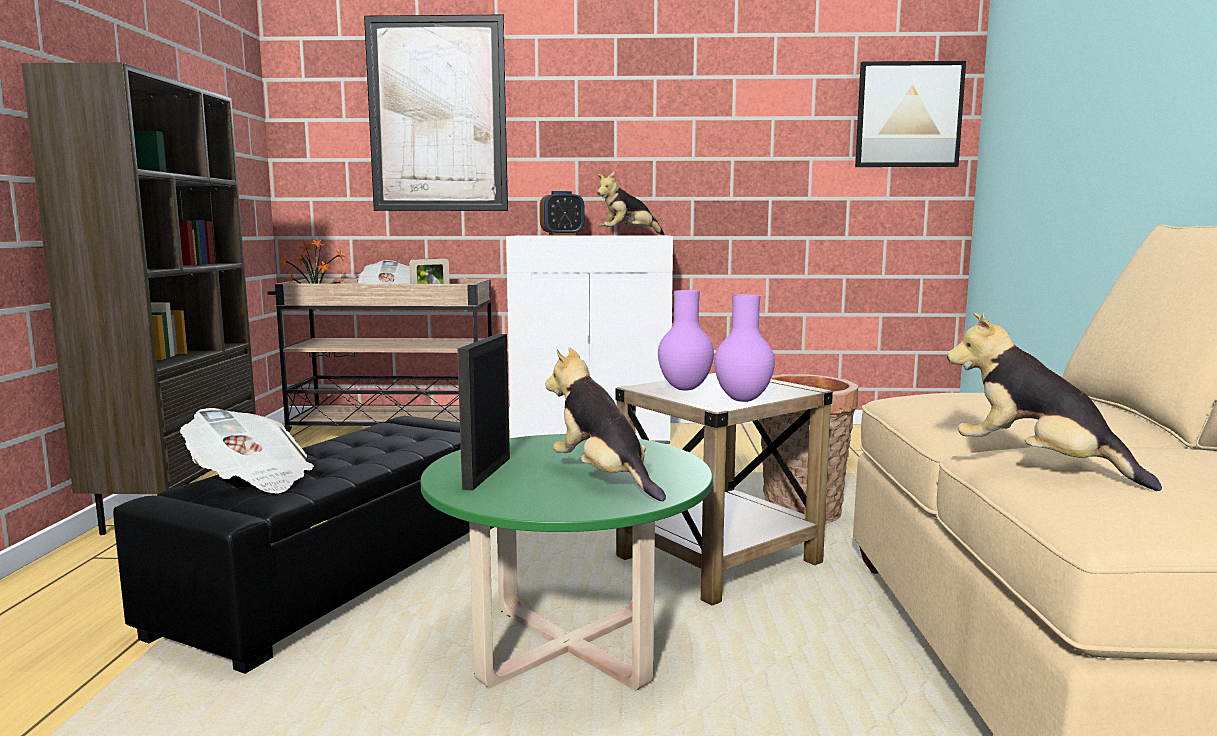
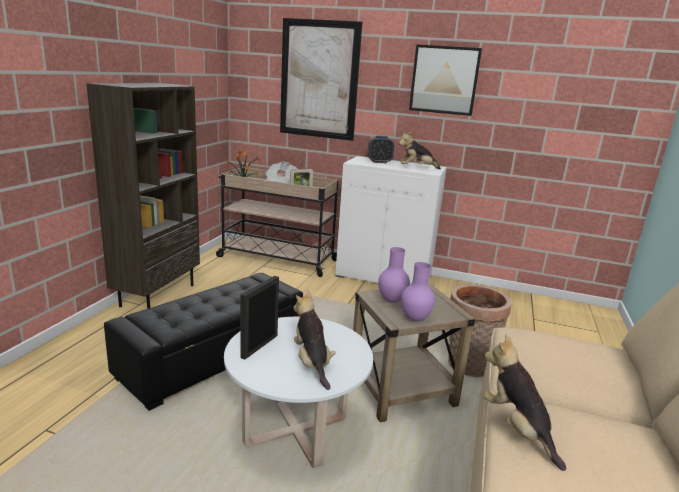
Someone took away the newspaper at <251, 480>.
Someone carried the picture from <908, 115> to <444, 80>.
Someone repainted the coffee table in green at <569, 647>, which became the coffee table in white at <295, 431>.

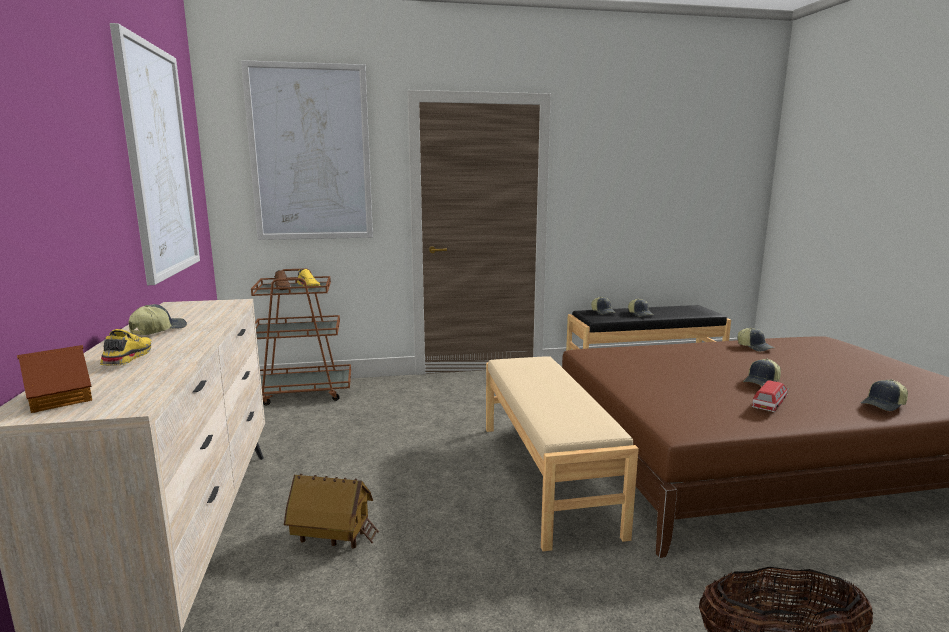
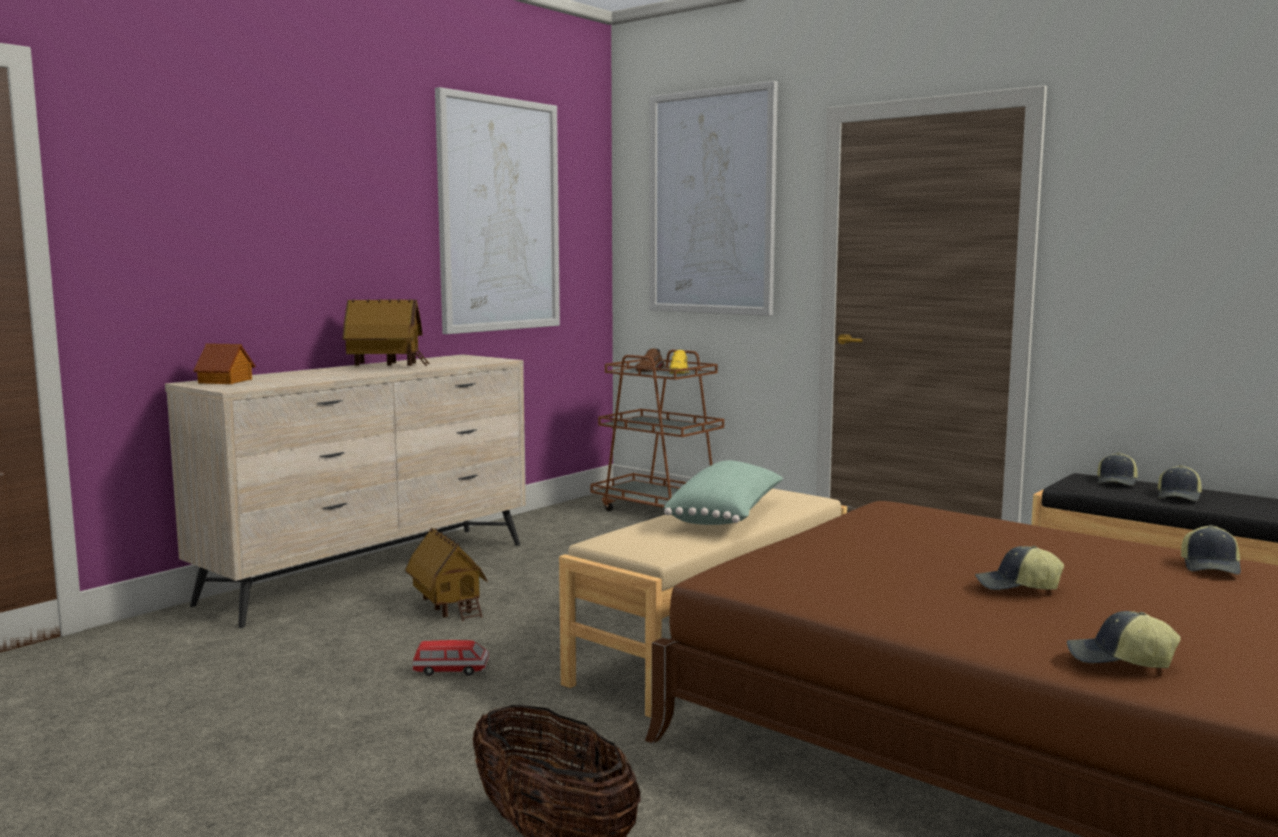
Someone took away the shoe in yellow at <126, 358>.
Someone put down the pillow in green at <728, 516>.
Someone carried the toy car from <769, 405> to <451, 671>.
Someone swapped the cap at <158, 330> for the toy house at <385, 366>.

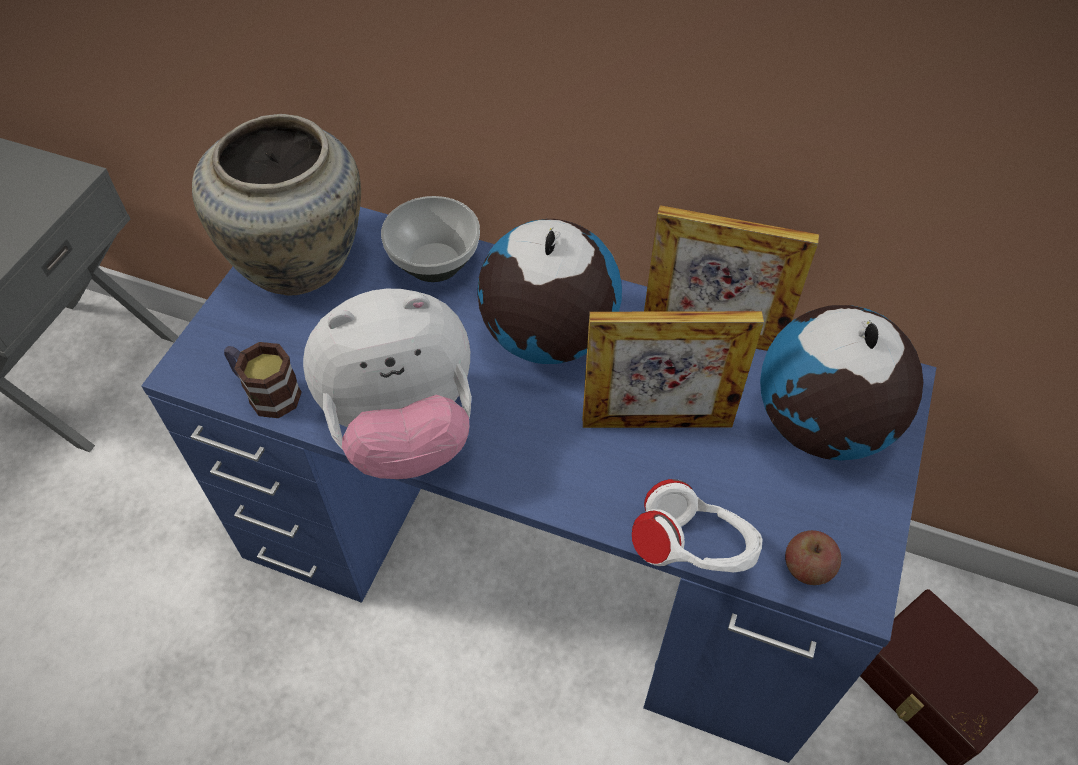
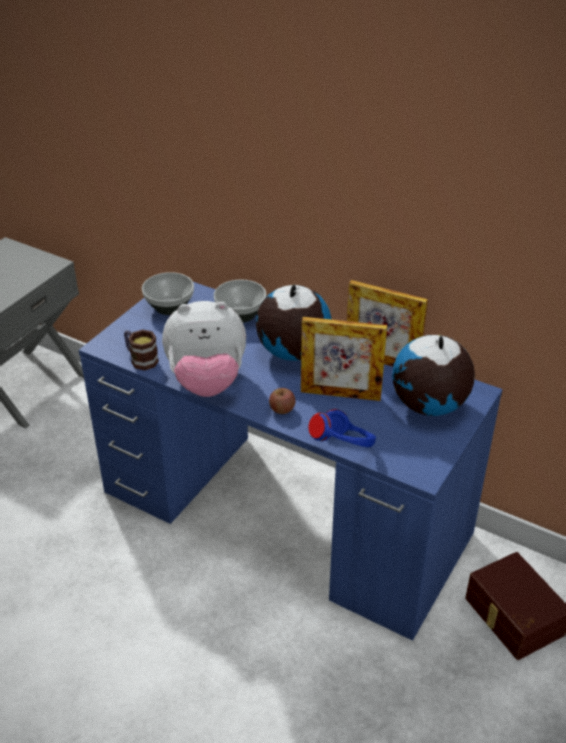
Someone carried the apple from <807, 567> to <282, 409>.
Someone swapped the vase in beige at <302, 263> for the bowl at <170, 307>.
Someone repainted the headphones in white at <693, 551>, which became the headphones in blue at <343, 448>.

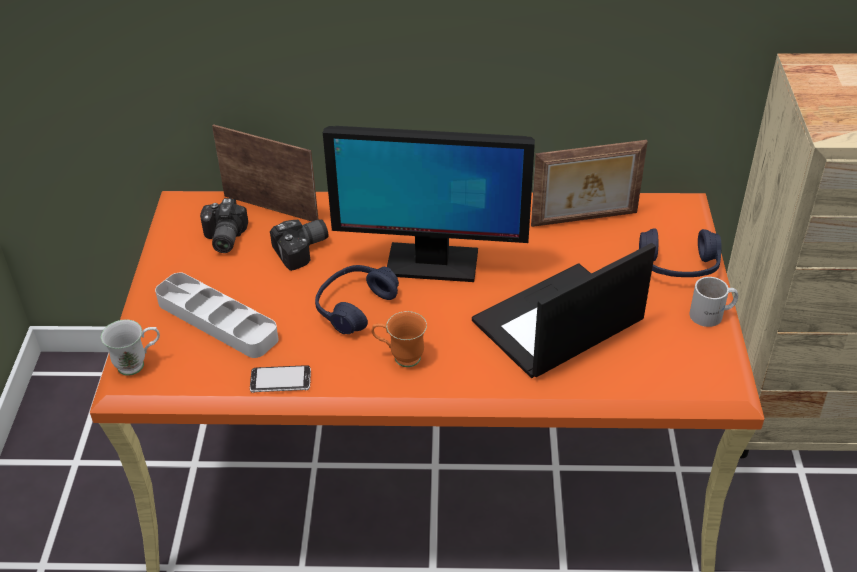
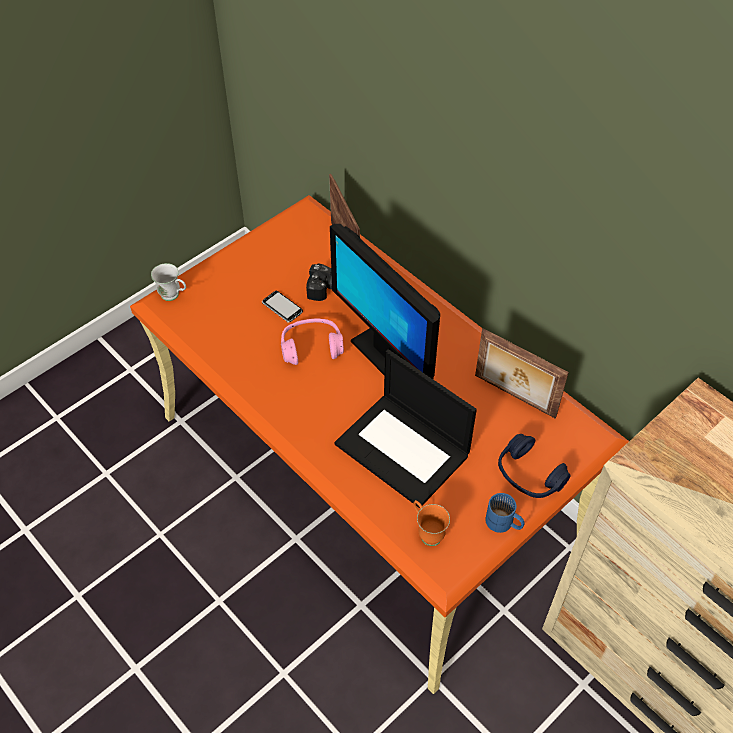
Someone took away the tray in grey at <217, 320>.
Someone took away the photo camera at <222, 238>.
Someone carried the phone from <280, 381> to <282, 307>.
Someone carried the mug in orange from <400, 357> to <427, 532>.
Someone repainted the headphones in blue at <355, 306>, which became the headphones in pink at <311, 347>.
Someone repainted the mug in white at <712, 315>, which became the mug in blue at <503, 524>.
Someone rotated the laptop at <557, 323> by 150 degrees counterclockwise.

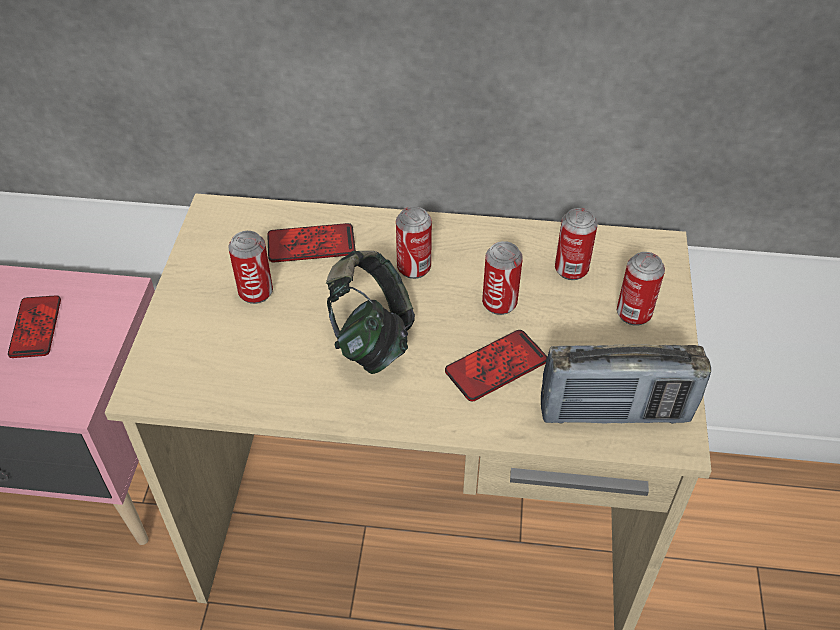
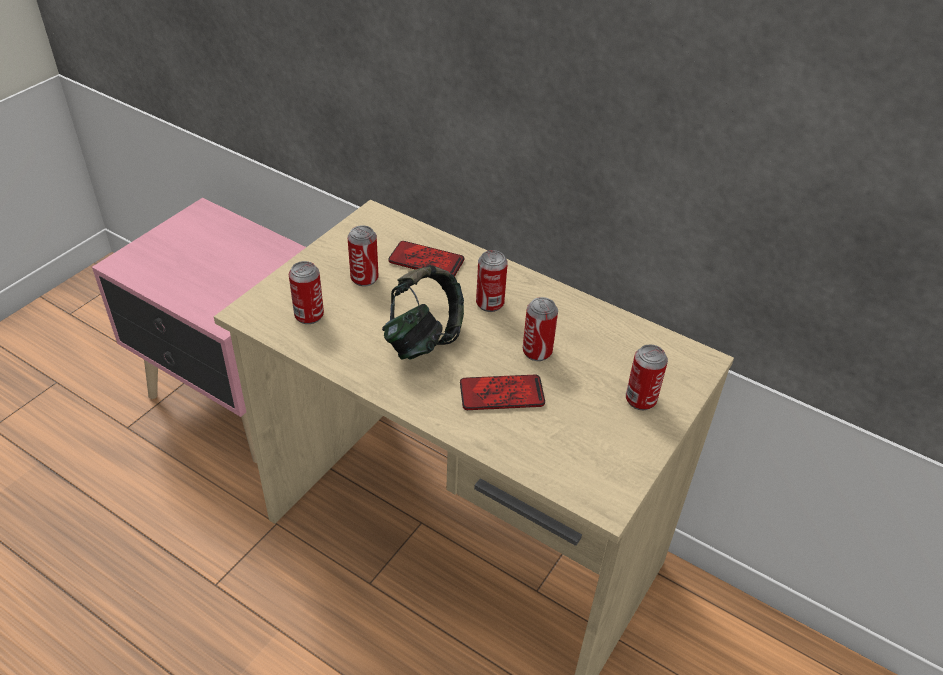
Someone took away the phone at <35, 327>.
Someone took away the radio at <614, 412>.
Someone carried the can from <571, 269> to <309, 315>.

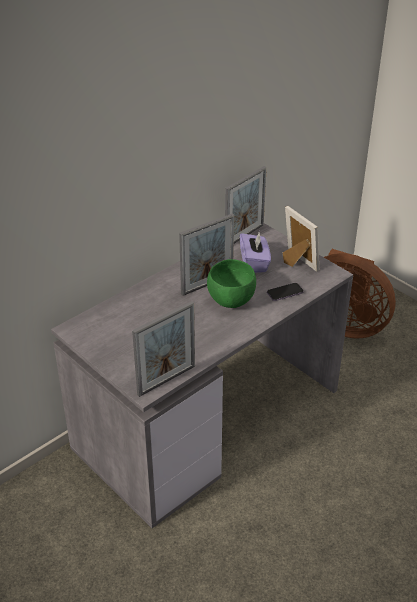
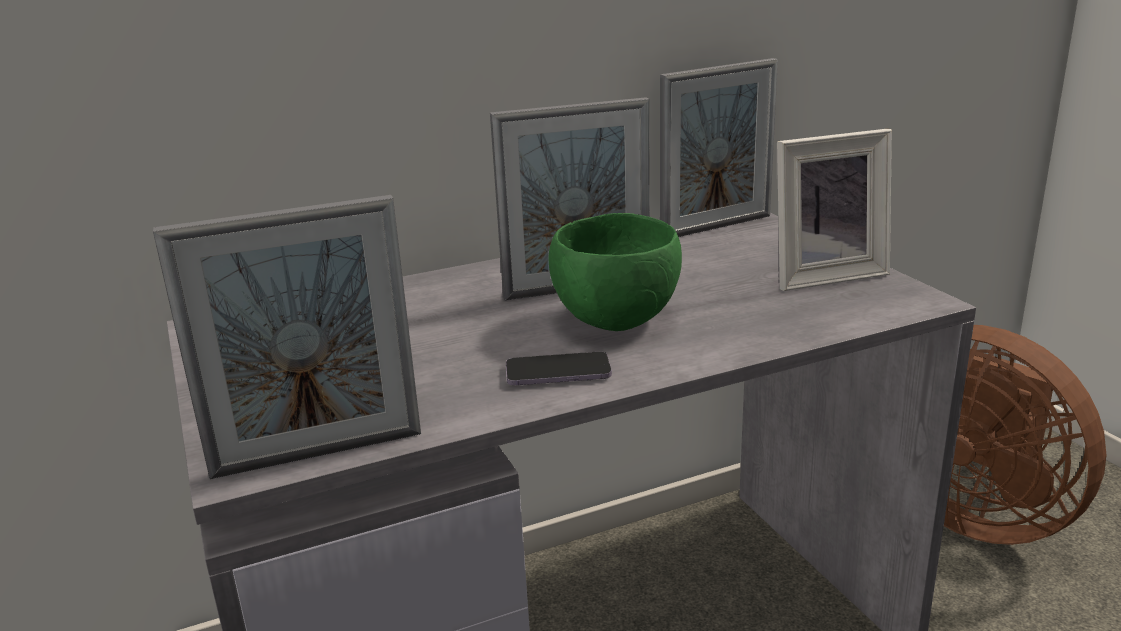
Someone took away the tissue box in purple at <254, 263>.
Someone carried the phone from <285, 293> to <558, 373>.
Someone rotated the picture frame at <296, 263> by 90 degrees clockwise.

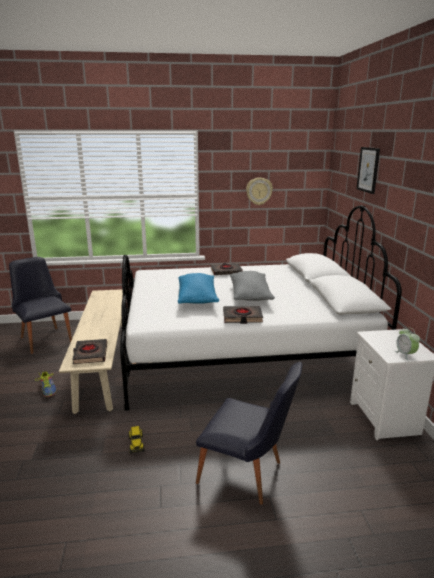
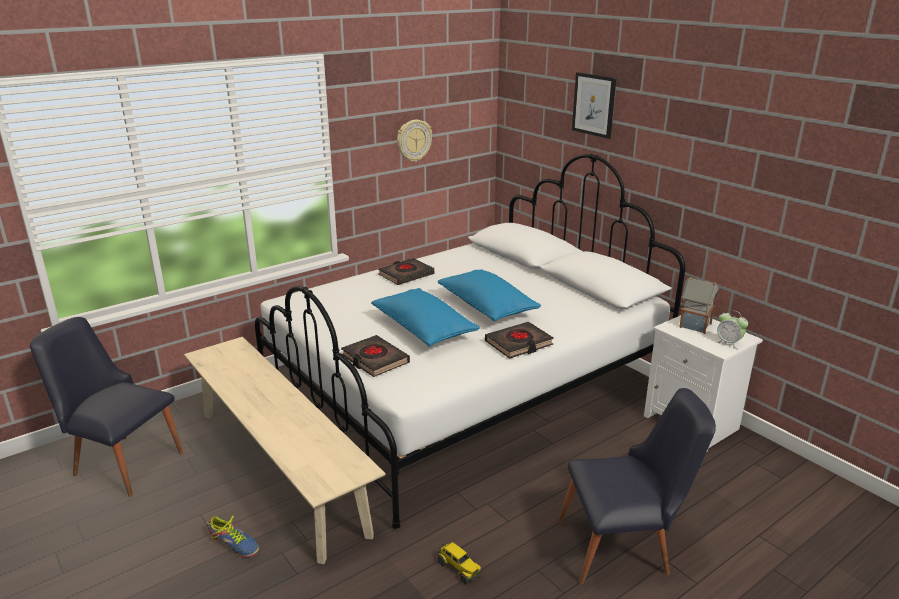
Someone put down the toy house at <694, 325>.
Someone carried the book in black from <90, 354> to <375, 360>.
Someone repainted the pillow in grey at <250, 295>, which became the pillow in blue at <487, 307>.

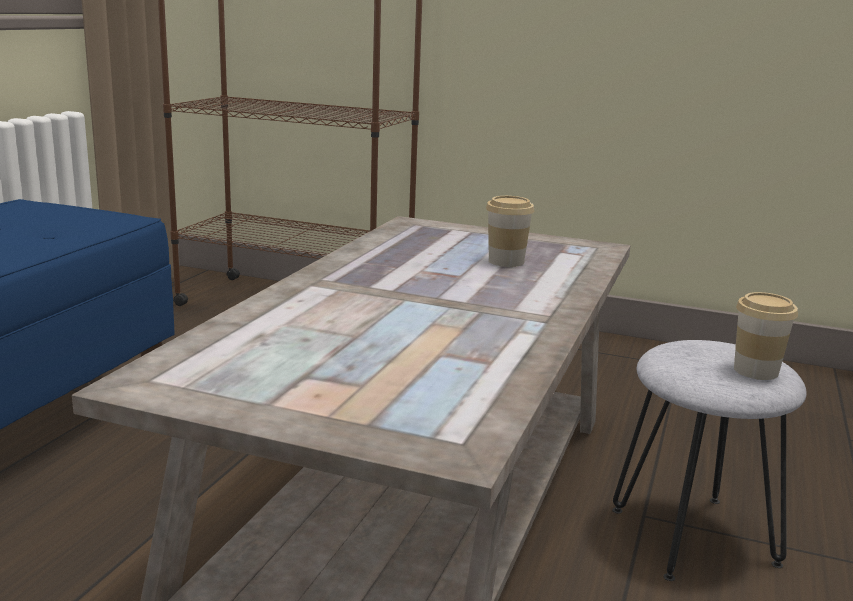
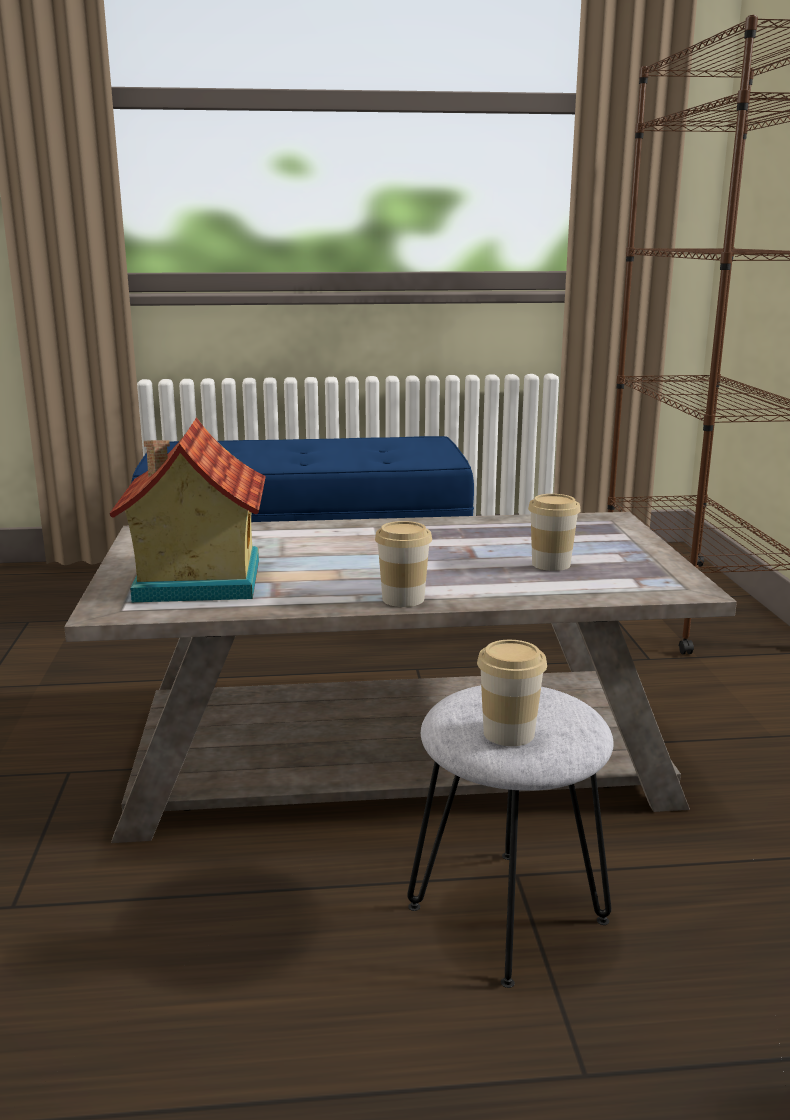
Someone put down the toy house at <194, 580>.
Someone put down the cup at <403, 599>.

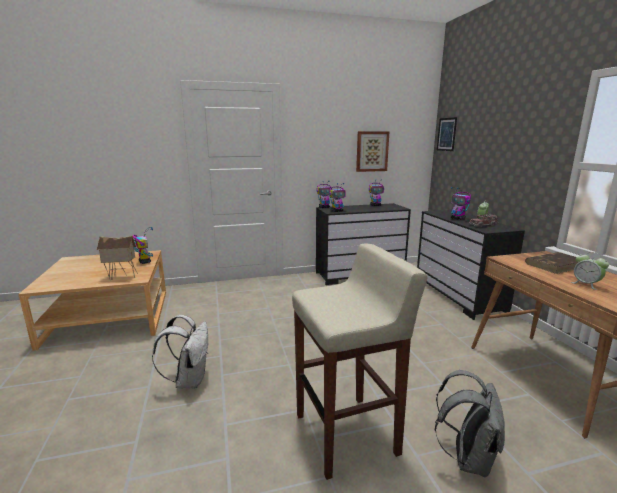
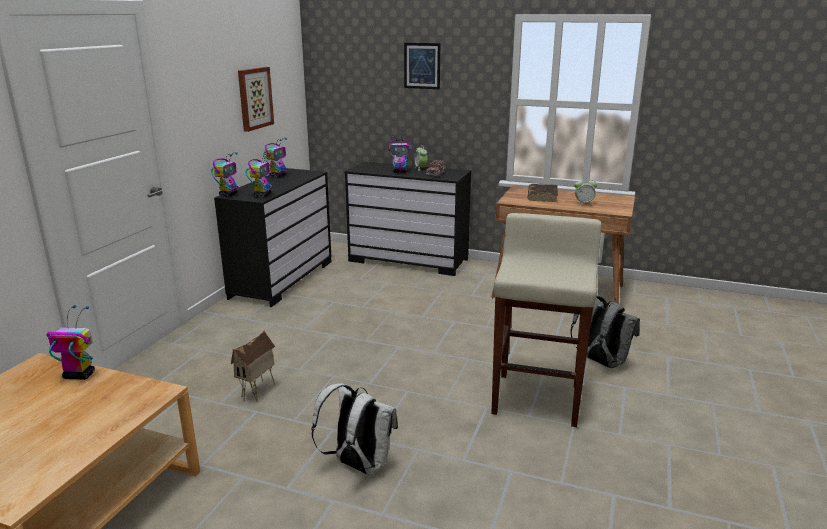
Someone carried the toy house from <121, 277> to <258, 393>.
Someone carried the picture from <446, 134> to <422, 66>.

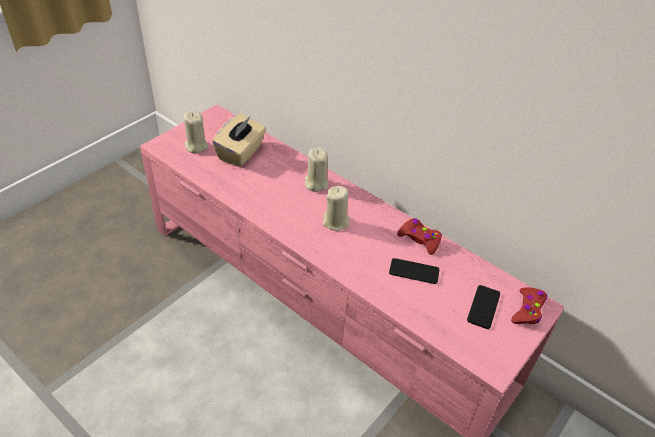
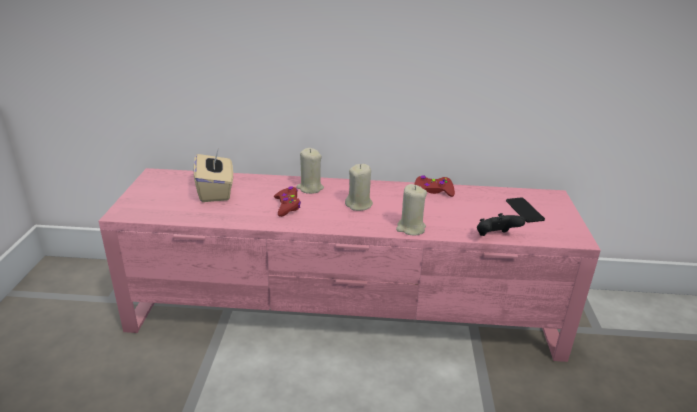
Someone took away the phone at <414, 271>.
Someone put down the game controller in black at <495, 237>.
Someone carried the candle in beige from <196, 146> to <410, 228>.
Someone carried the game controller in red from <528, 310> to <287, 206>.

